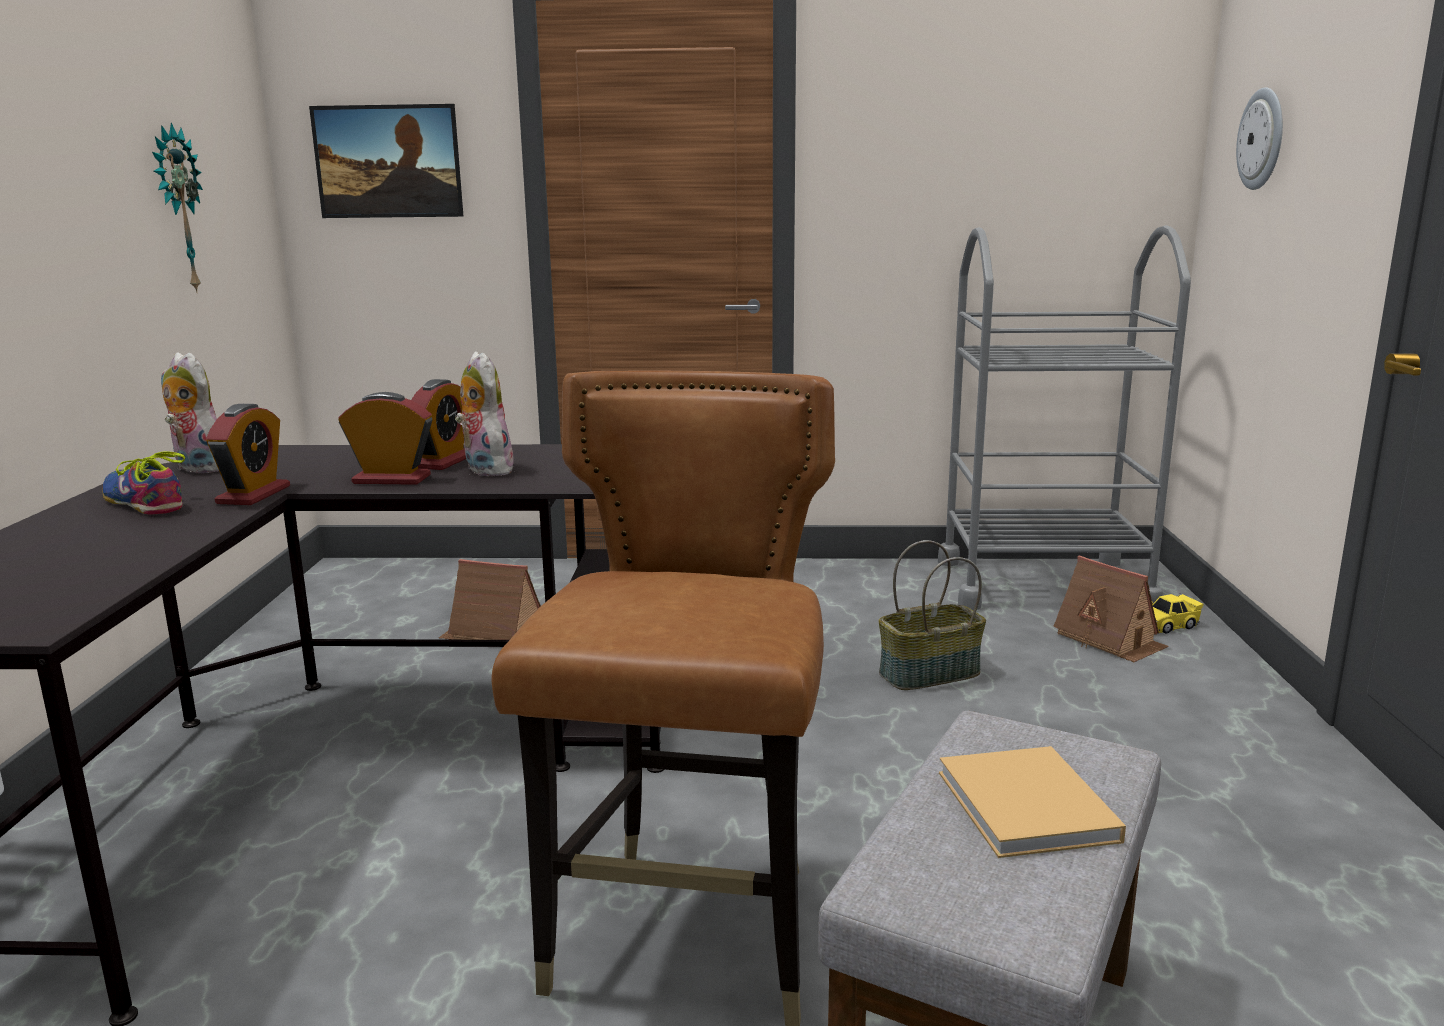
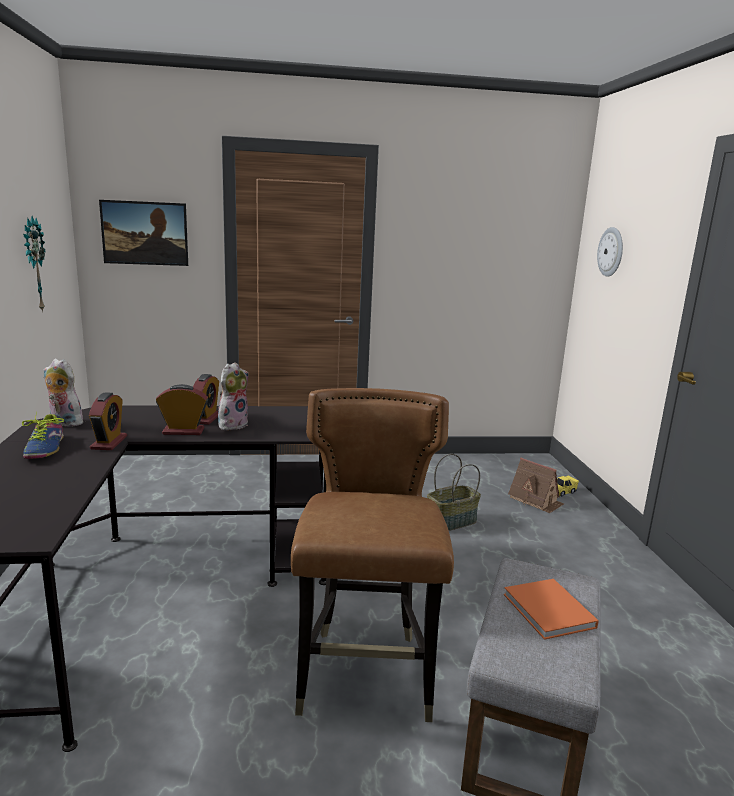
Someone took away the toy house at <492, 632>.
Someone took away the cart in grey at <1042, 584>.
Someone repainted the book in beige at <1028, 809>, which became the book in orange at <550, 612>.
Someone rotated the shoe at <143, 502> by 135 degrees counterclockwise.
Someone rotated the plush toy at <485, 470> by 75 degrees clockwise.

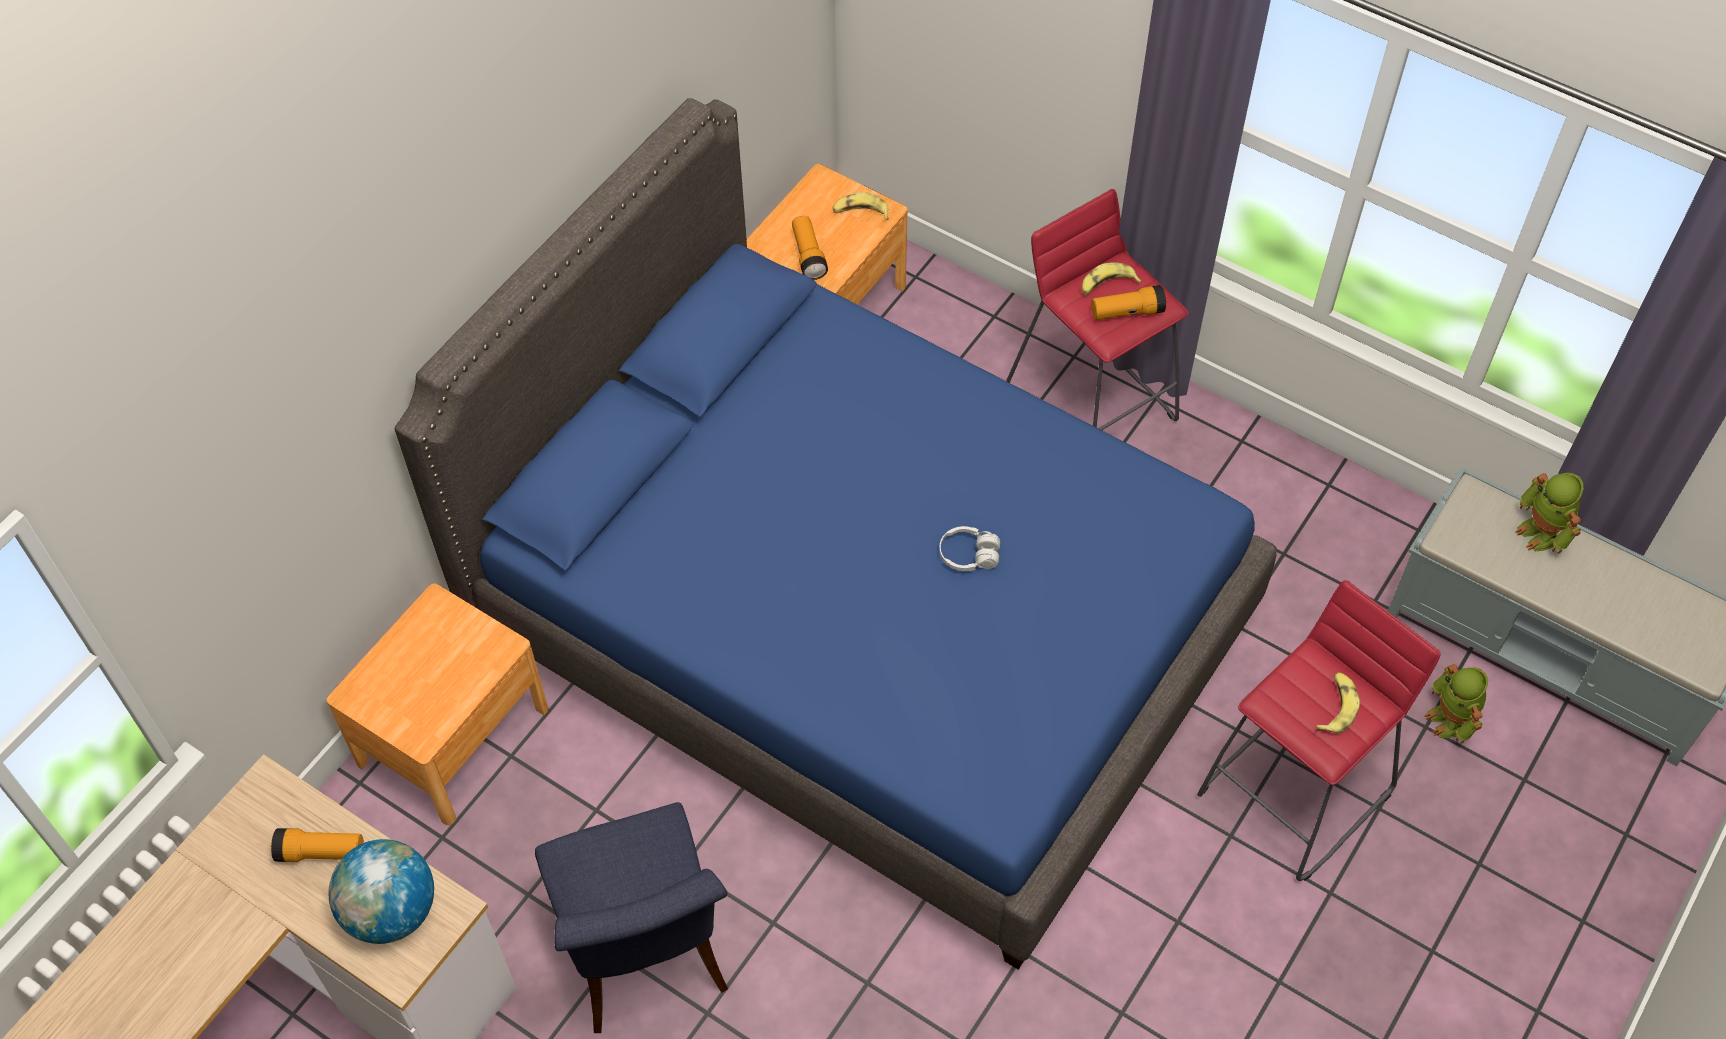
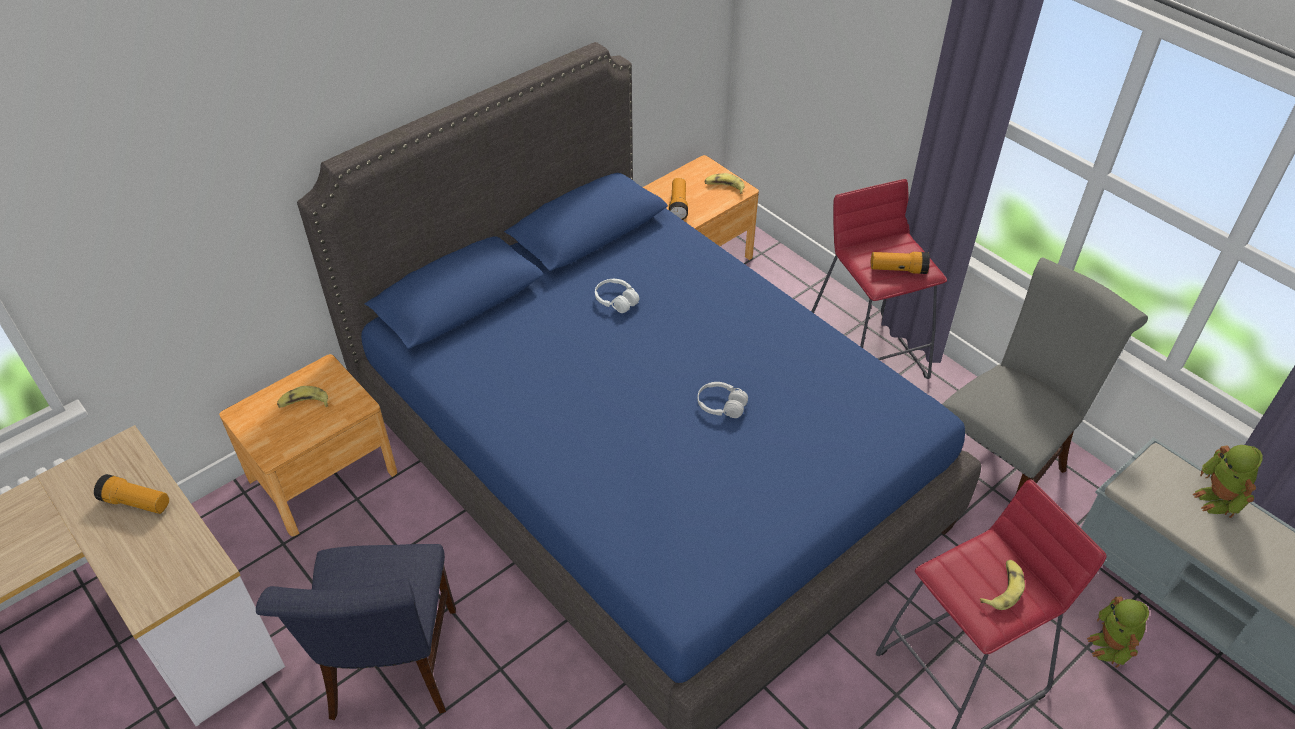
Someone took away the globe at <391, 911>.
Someone put down the headphones in white at <616, 301>.
Someone put down the chair in grey at <1001, 464>.
Someone carried the banana from <1107, 285> to <304, 403>.

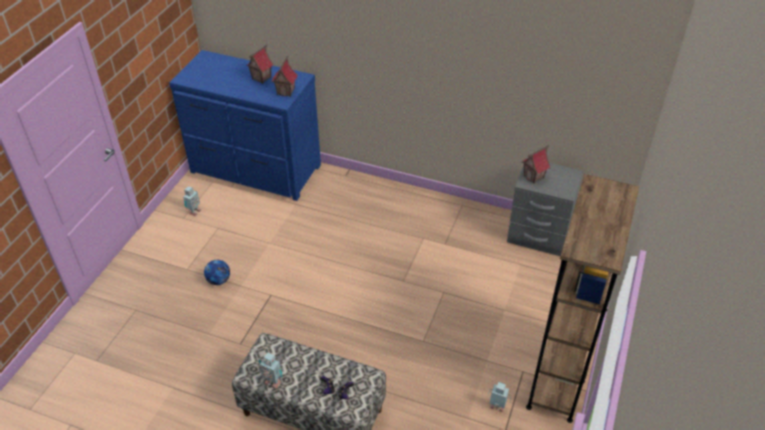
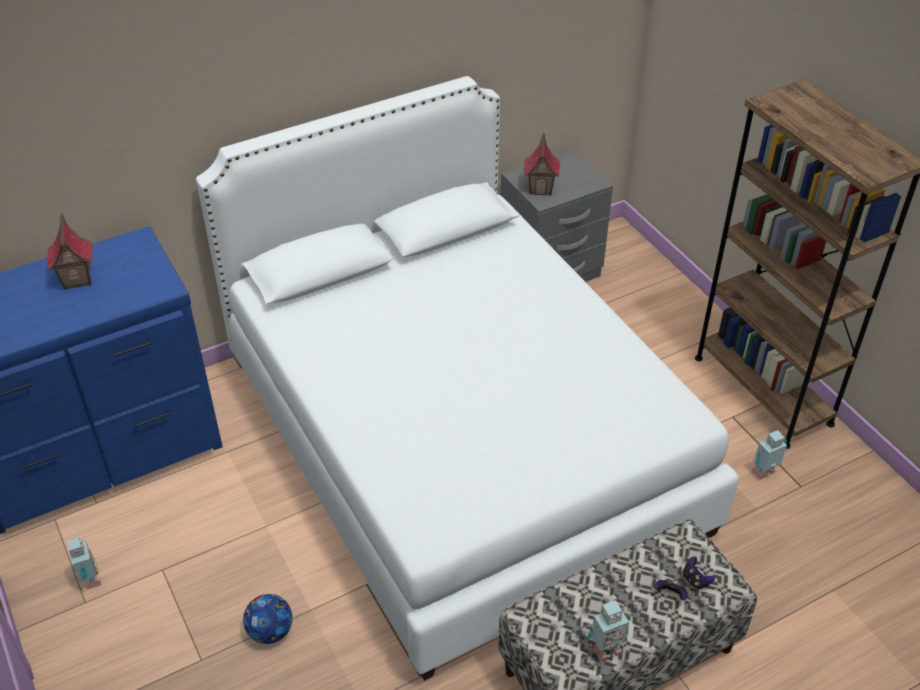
Someone took away the toy house at <286, 92>.
Someone put down the bed in white at <459, 443>.

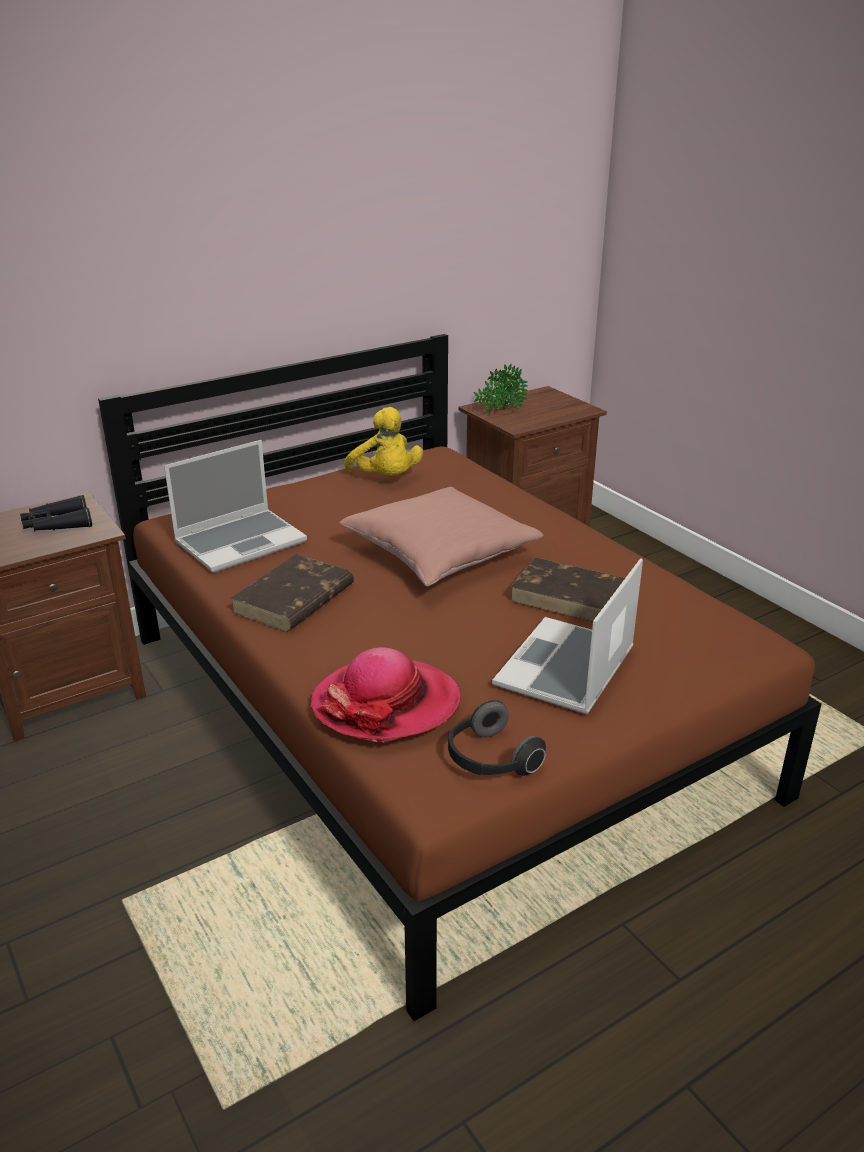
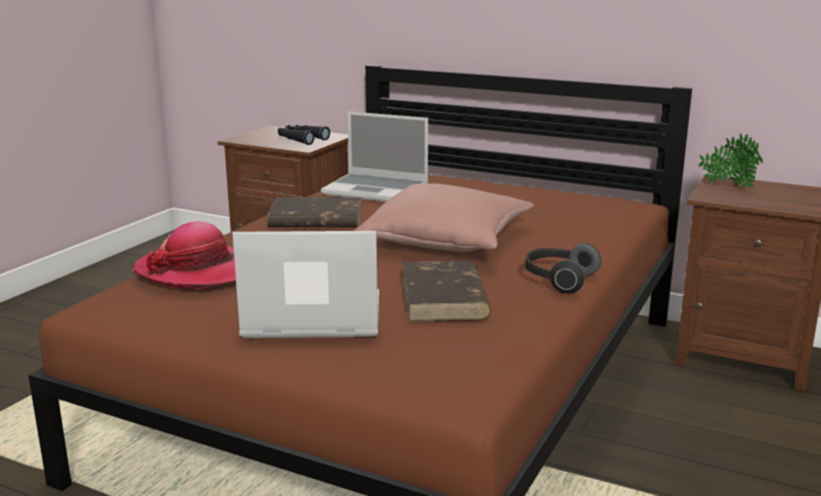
Someone took away the plush toy in yellow at <386, 478>.
Someone carried the headphones from <490, 760> to <558, 280>.

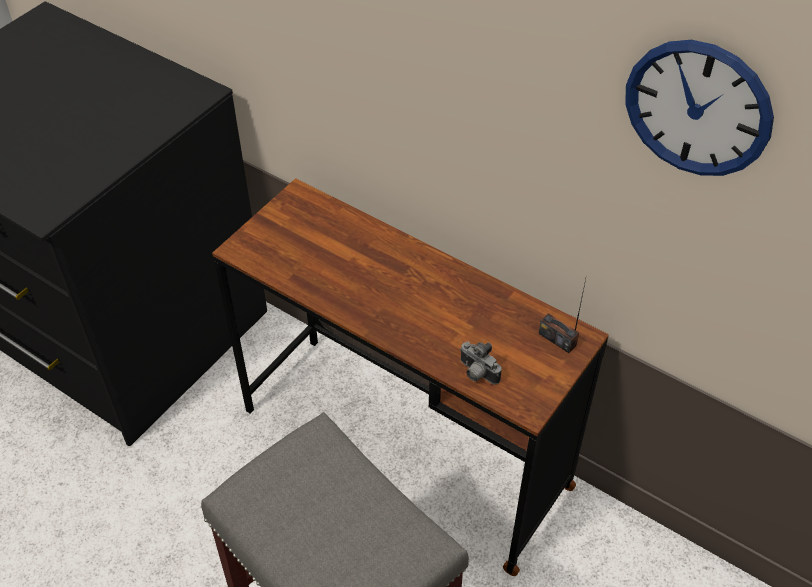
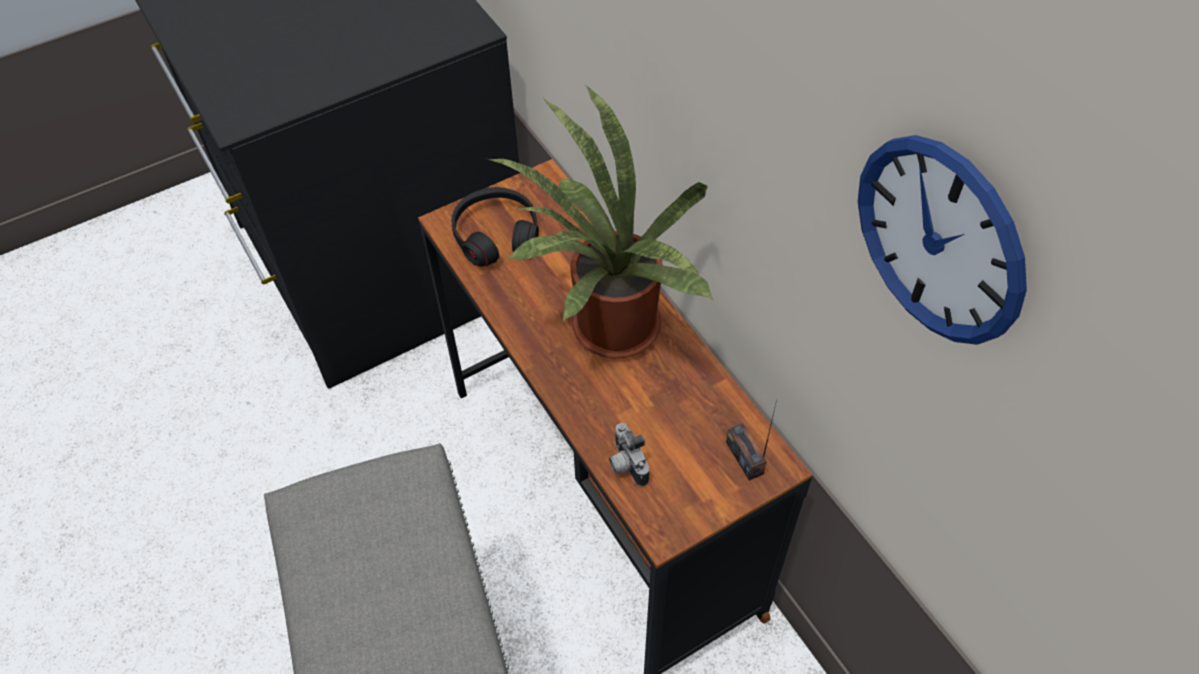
Someone put down the headphones in black at <496, 234>.
Someone put down the potted plant at <607, 331>.

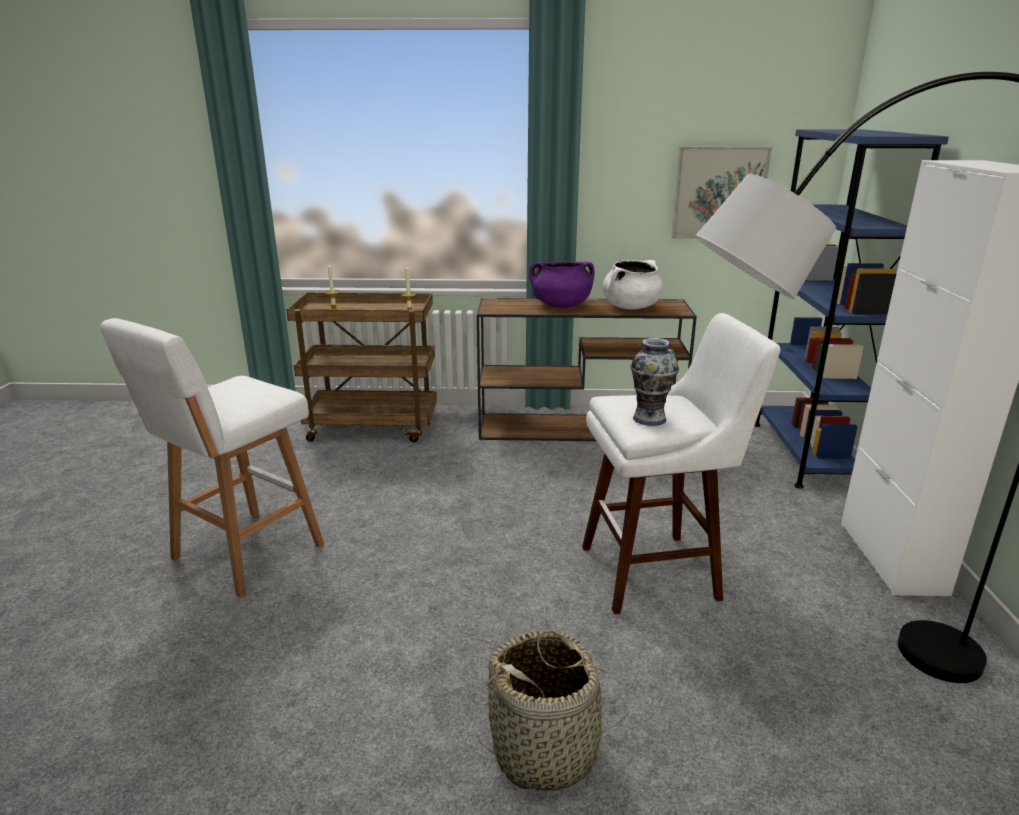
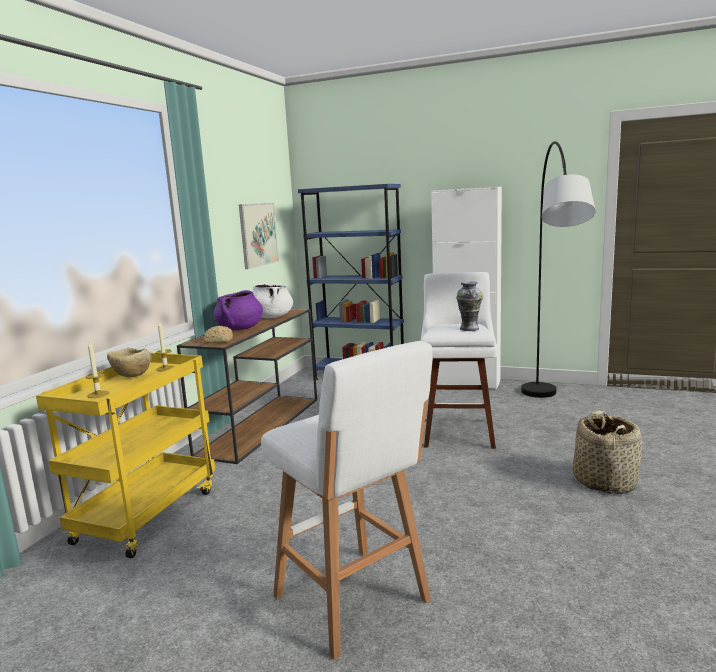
Someone put down the bowl in beige at <131, 377>.
Someone put down the bread at <218, 341>.
Someone repainted the cart in brown at <374, 427>, which became the cart in yellow at <147, 514>.

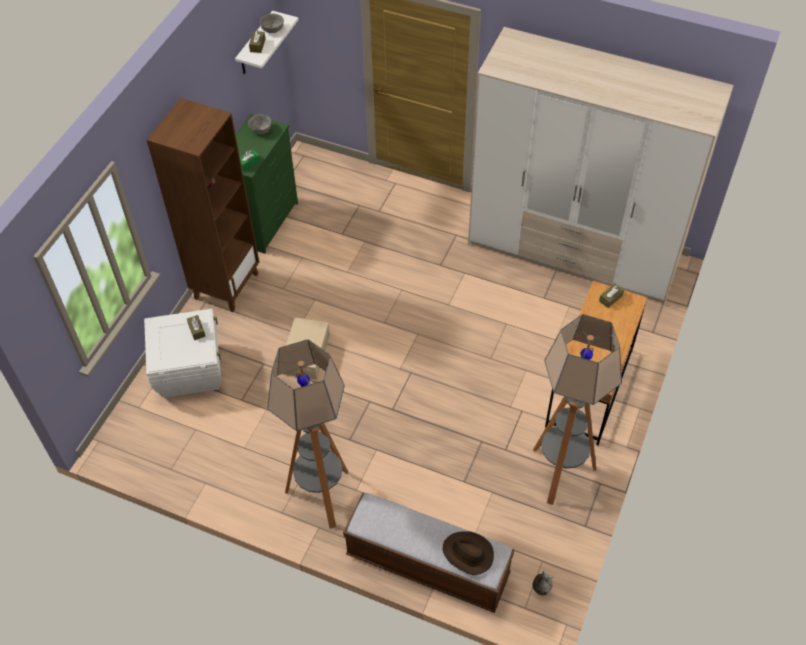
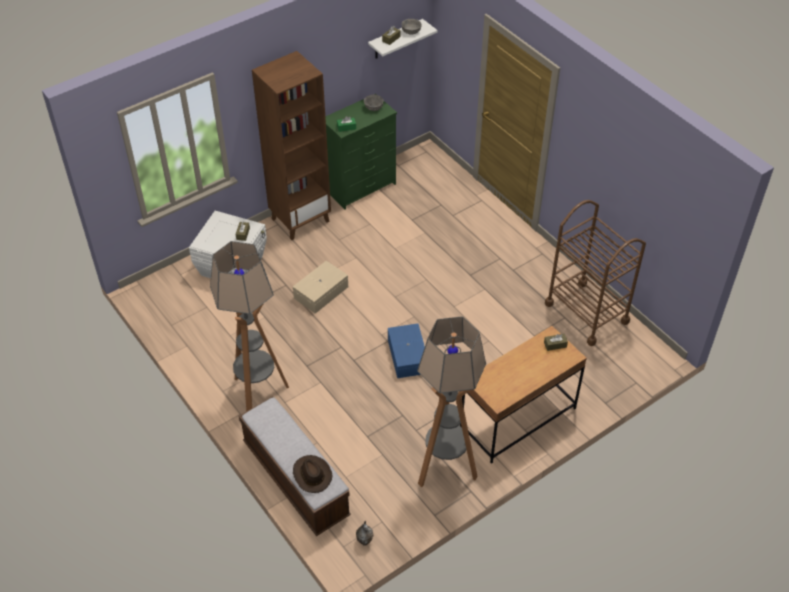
Someone put down the storage box in blue at <407, 357>.
Someone swapped the wardrobe at <573, 252> for the cart in brown at <586, 312>.

